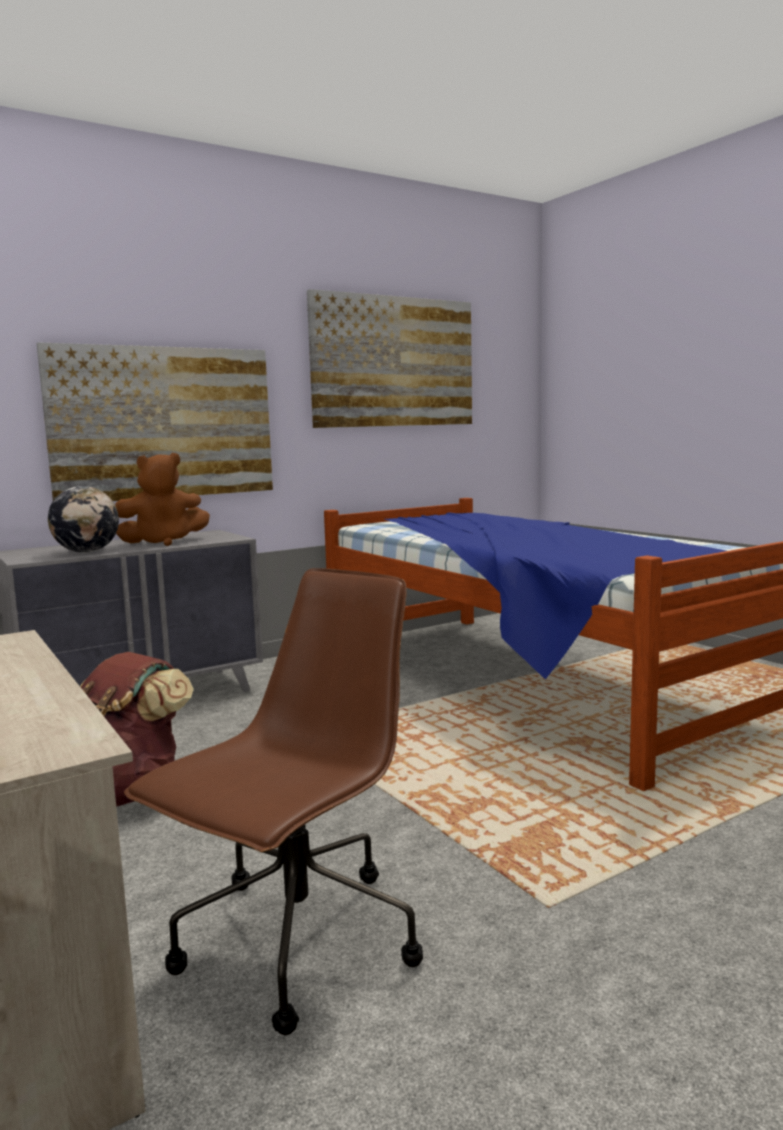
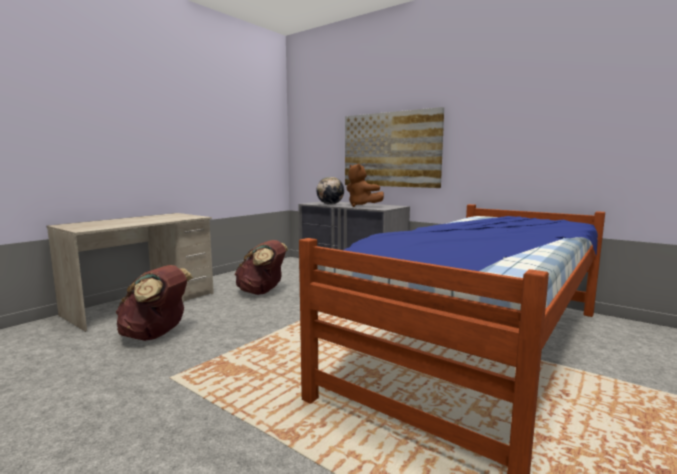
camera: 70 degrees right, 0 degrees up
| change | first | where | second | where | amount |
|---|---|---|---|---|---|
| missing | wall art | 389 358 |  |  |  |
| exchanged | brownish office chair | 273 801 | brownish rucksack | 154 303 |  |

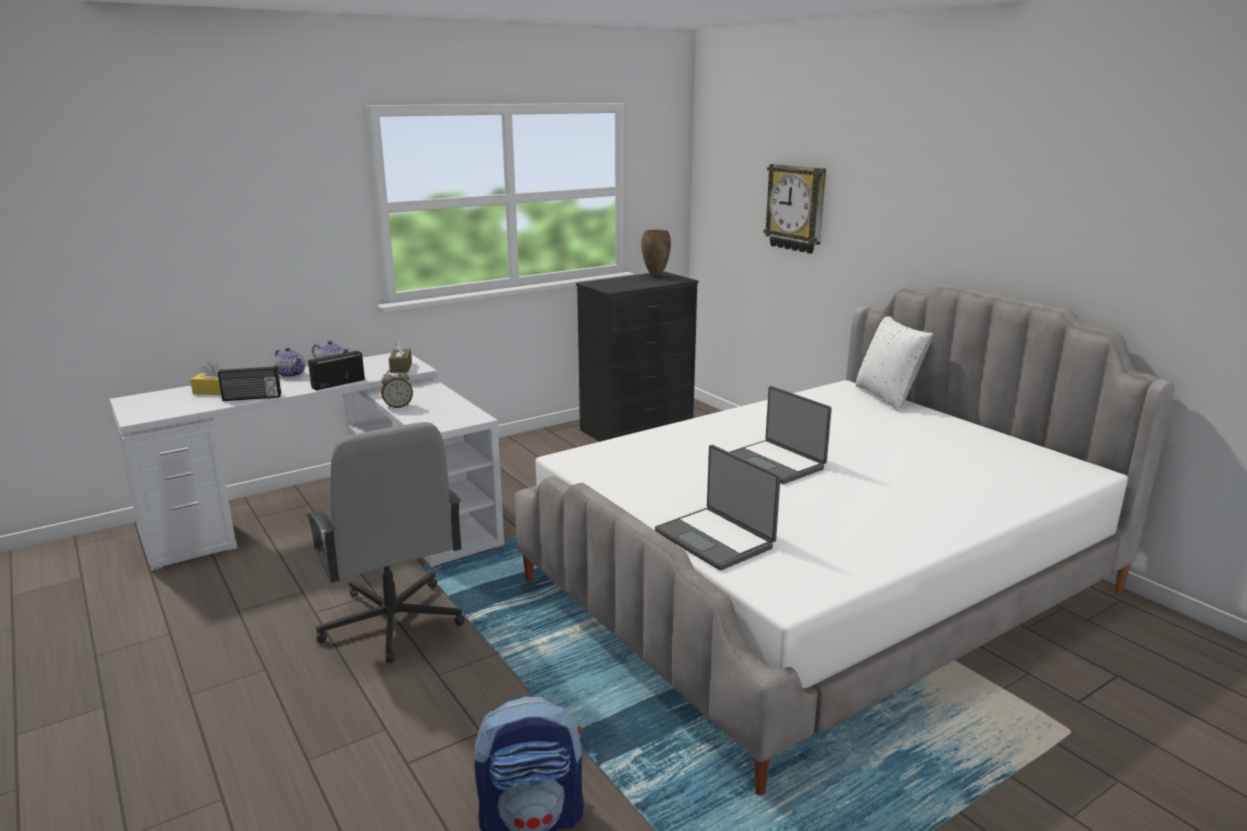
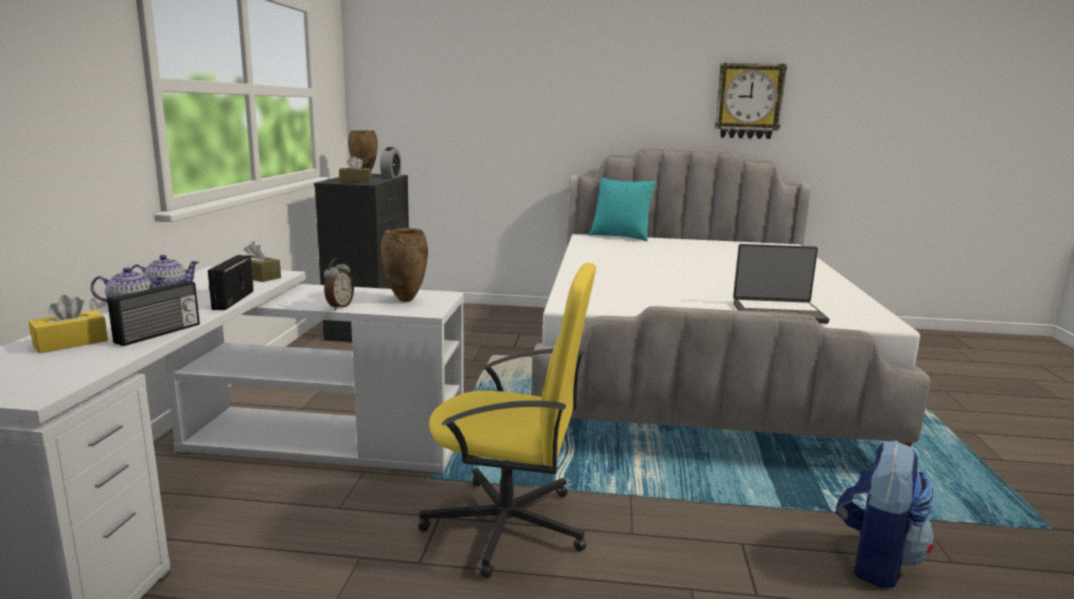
camera: 50 degrees left, 5 degrees down
| change | first | where | second | where | amount |
|---|---|---|---|---|---|
| relocated | hanging clock | 794 209 |  | 751 101 |  |
| colour | whitish cushion | 894 364 | turquoise cushion | 623 209 |  |
| missing | notebook computer | 781 435 |  |  |  |
| colour | grey office chair | 385 542 | yellow-coloured office chair | 507 421 |  |
| appeared |  |  | bedside clock | 390 162 |  |
| appeared |  |  | brownish box of tissues | 355 169 |  |
| appeared |  |  | brownish vase | 404 265 |  |

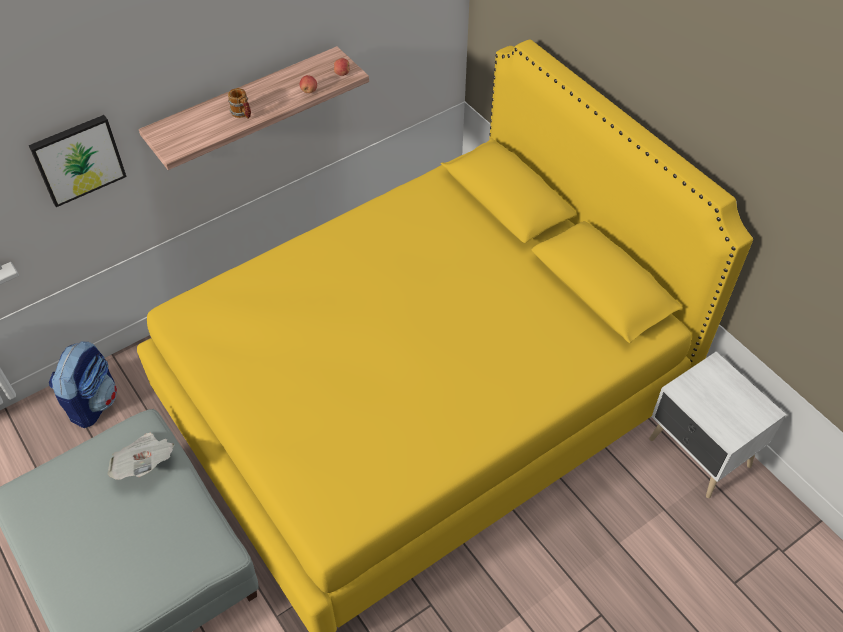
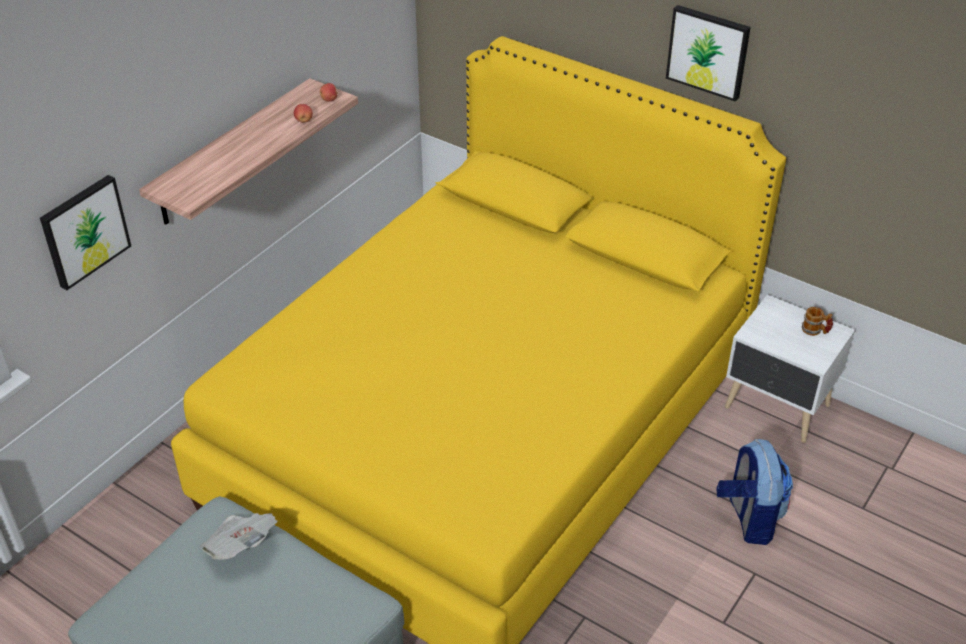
camera: 20 degrees left, 10 degrees down
| change | first | where | second | where | amount |
|---|---|---|---|---|---|
| relocated | mug | 239 103 |  | 817 321 |  |
| relocated | rucksack | 83 384 |  | 754 492 |  |
| appeared |  |  | wall art | 708 53 |  |

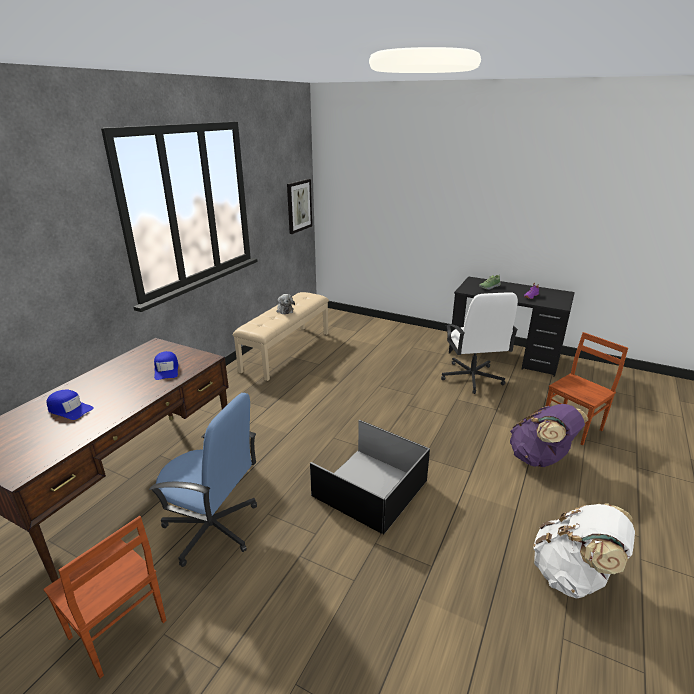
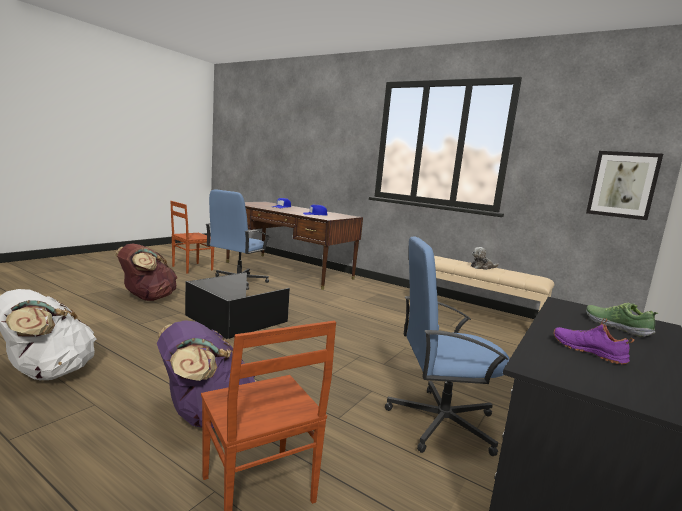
camera: 95 degrees right, 15 degrees down
| change | first | where | second | where | amount |
|---|---|---|---|---|---|
| colour | whitish office chair | 479 343 | bluish office chair | 447 346 |  |
| appeared |  |  | brownish rucksack | 146 272 |  |

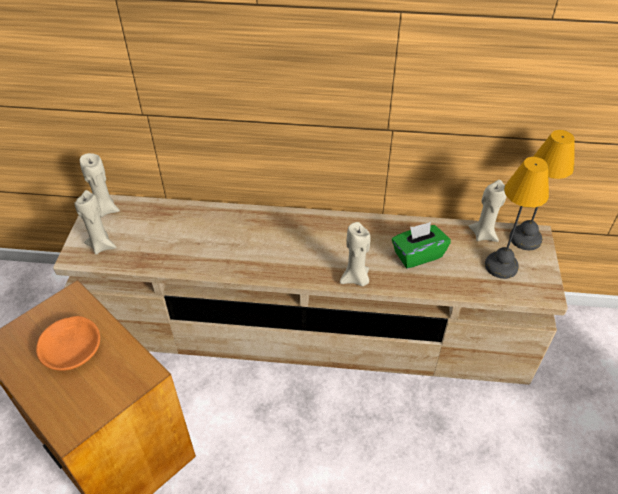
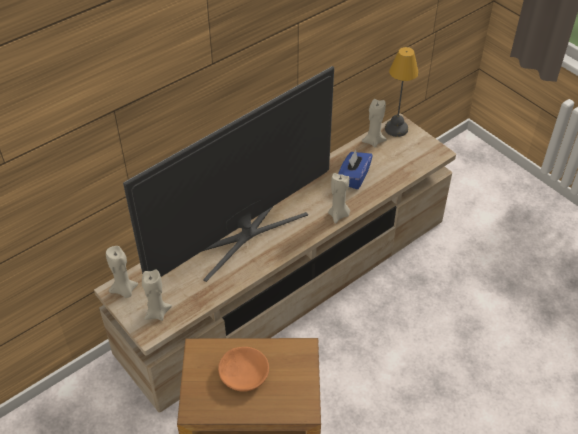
camera: 45 degrees left, 0 degrees up
| change | first | where | second | where | amount |
|---|---|---|---|---|---|
| missing | lamp for a table | 517 218 |  |  |  |
| colour | green-coloured box of tissues | 421 245 | bluish box of tissues | 355 169 |  |
| appeared |  |  | TV | 228 174 |  |

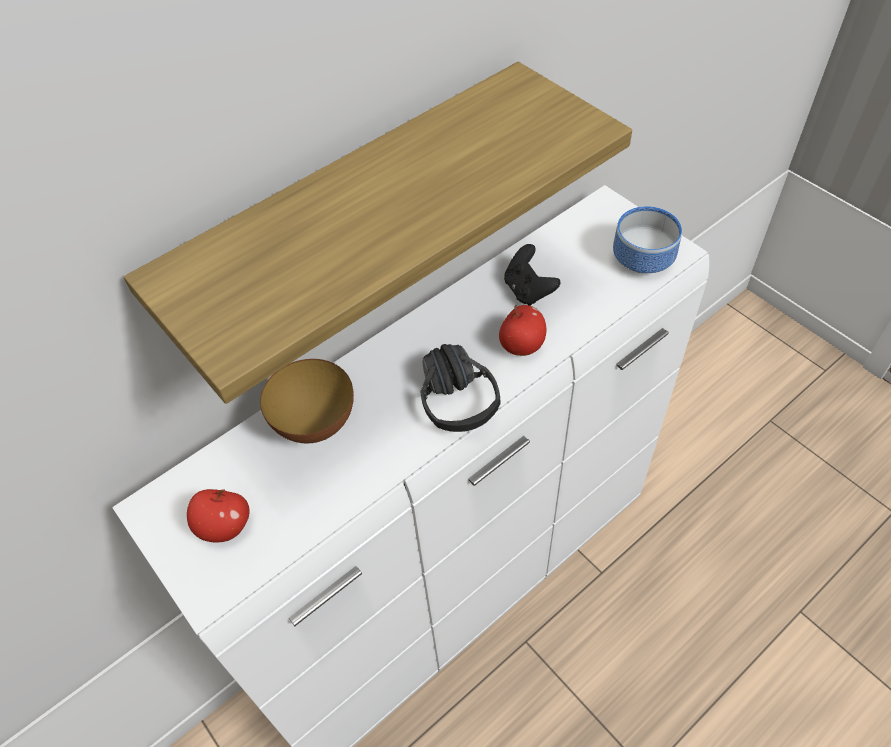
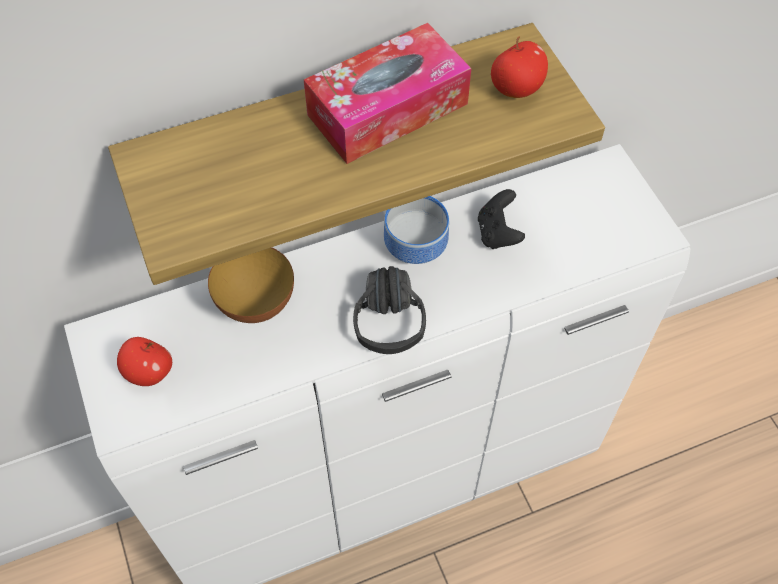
camera: 15 degrees right, 5 degrees up
| change | first | where | second | where | amount |
|---|---|---|---|---|---|
| relocated | serving bowl | 647 239 |  | 416 230 |  |
| relocated | apple | 522 330 |  | 519 67 |  |
| appeared |  |  | box of tissues | 387 93 |  |

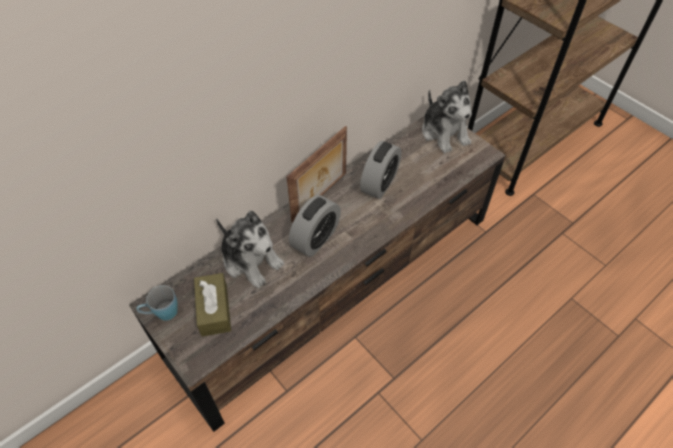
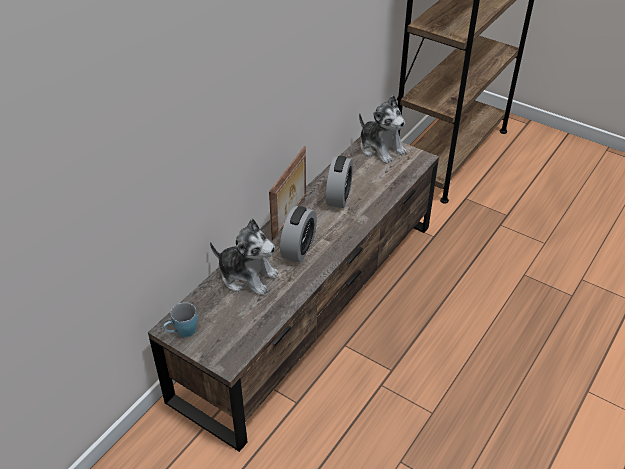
camera: 15 degrees left, 10 degrees down
| change | first | where | second | where | amount |
|---|---|---|---|---|---|
| missing | brownish box of tissues | 212 305 |  |  |  |

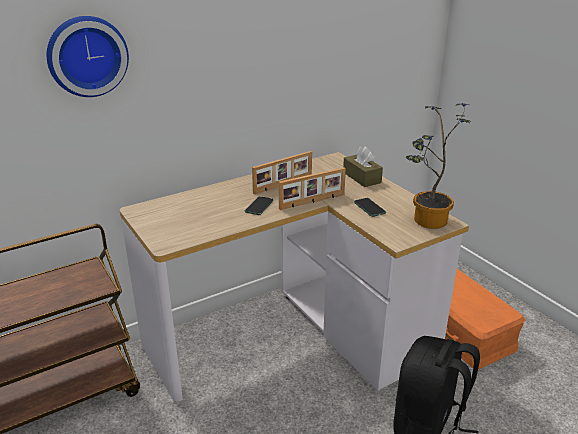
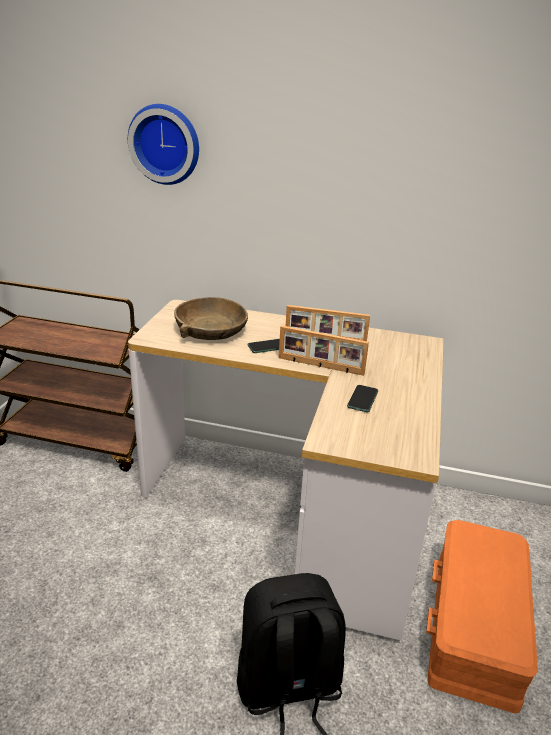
camera: 45 degrees right, 0 degrees up
| change | first | where | second | where | amount |
|---|---|---|---|---|---|
| missing | plant in a pot | 438 166 |  |  |  |
| missing | brownish box of tissues | 363 167 |  |  |  |
| appeared |  |  | brownish serving bowl | 211 318 |  |

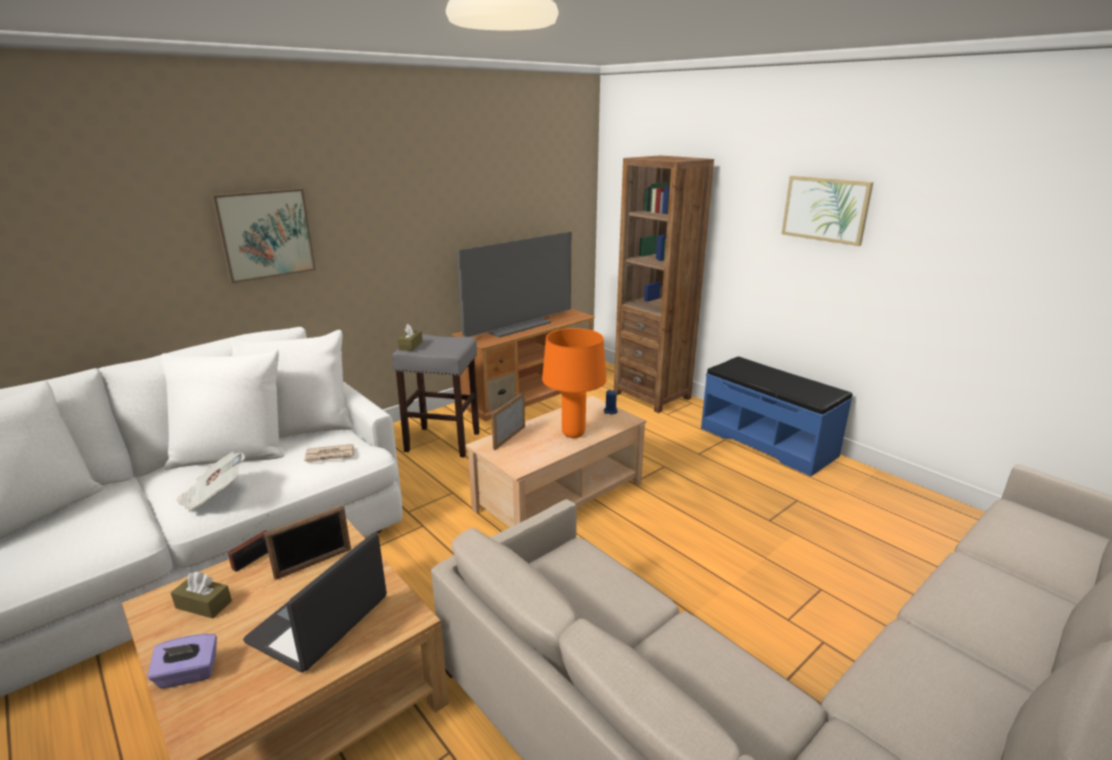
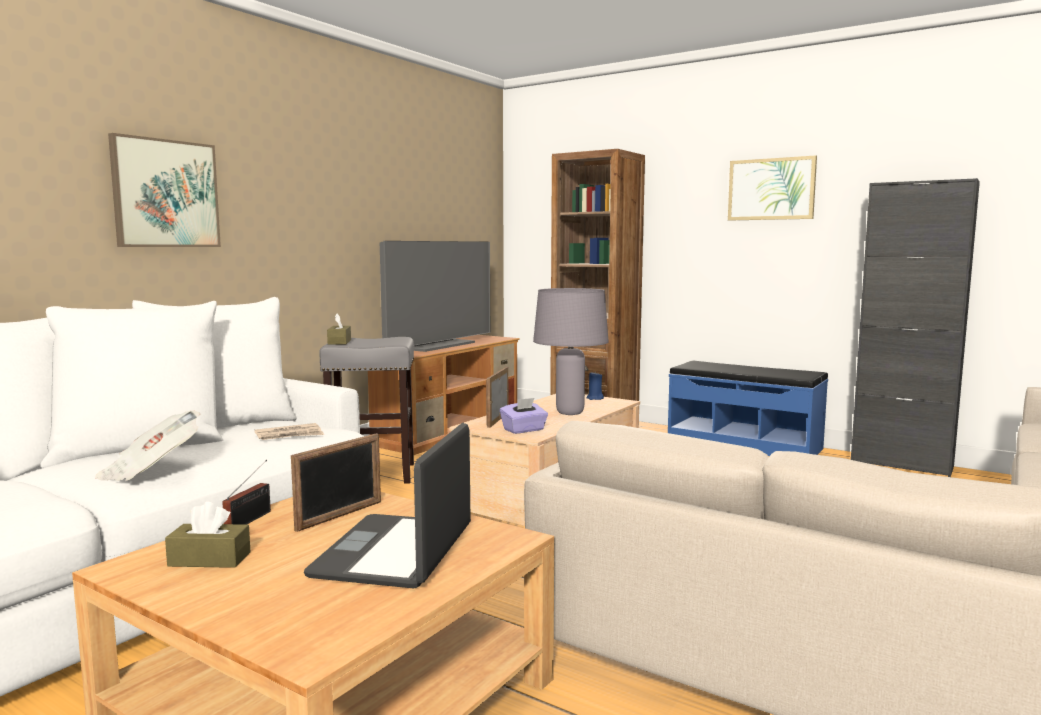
camera: 15 degrees left, 15 degrees down
| change | first | where | second | where | amount |
|---|---|---|---|---|---|
| colour | orange-coloured lamp for a table | 574 383 | grey lamp for a table | 571 351 |  |
| relocated | purple box of tissues | 182 661 |  | 524 416 |  |
| appeared |  |  | blackish storage cabinet | 915 327 |  |

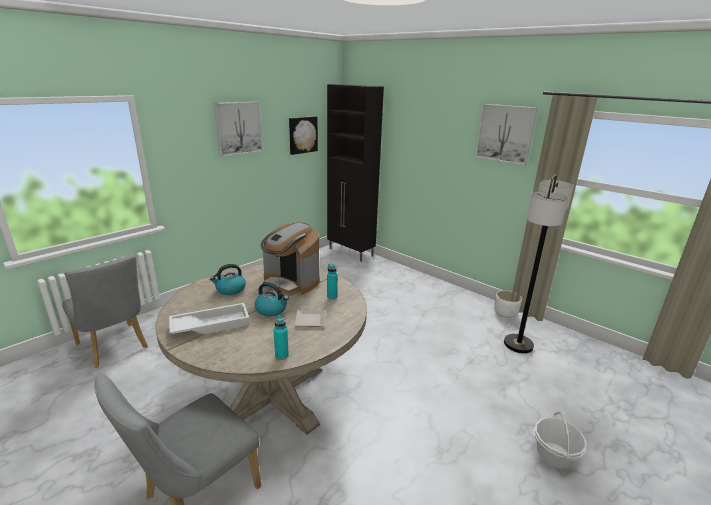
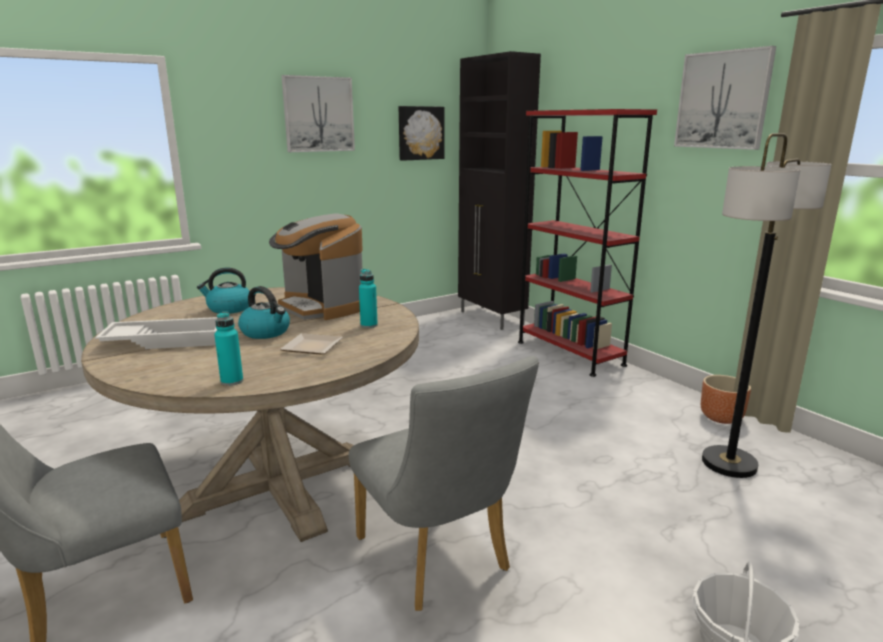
camera: 15 degrees right, 5 degrees down
| change | first | where | second | where | amount |
|---|---|---|---|---|---|
| relocated | grey plain chair | 105 311 |  | 444 483 |  |
| colour | whitish plant pot | 508 304 | brownish plant pot | 726 399 |  |
| appeared |  |  | red-coloured bookshelf | 587 243 |  |

